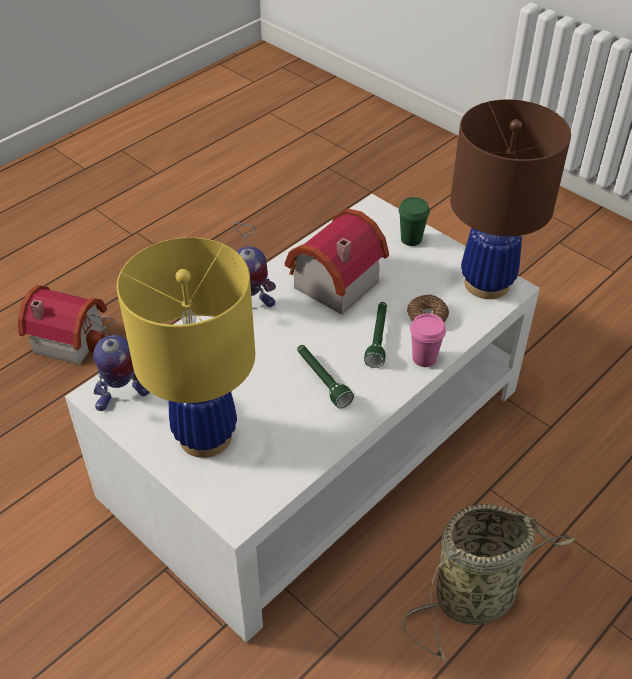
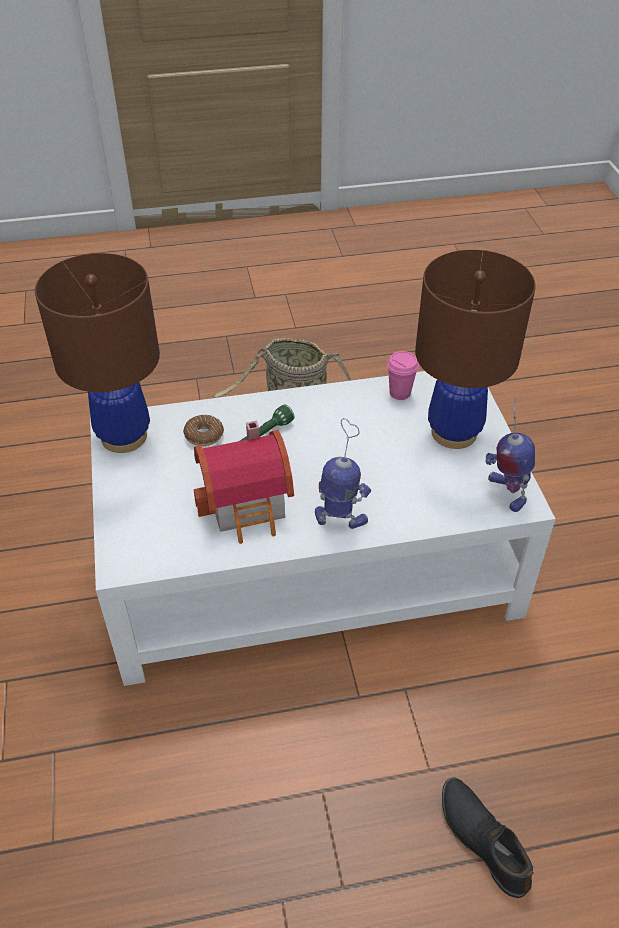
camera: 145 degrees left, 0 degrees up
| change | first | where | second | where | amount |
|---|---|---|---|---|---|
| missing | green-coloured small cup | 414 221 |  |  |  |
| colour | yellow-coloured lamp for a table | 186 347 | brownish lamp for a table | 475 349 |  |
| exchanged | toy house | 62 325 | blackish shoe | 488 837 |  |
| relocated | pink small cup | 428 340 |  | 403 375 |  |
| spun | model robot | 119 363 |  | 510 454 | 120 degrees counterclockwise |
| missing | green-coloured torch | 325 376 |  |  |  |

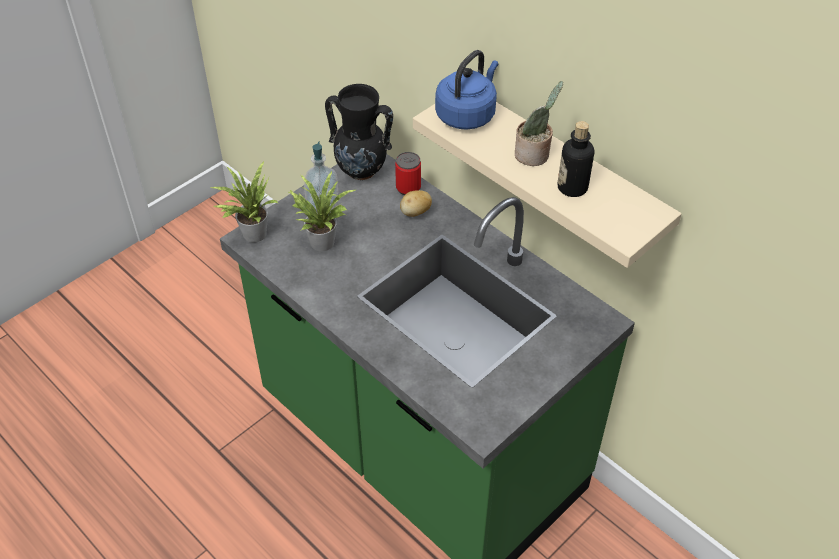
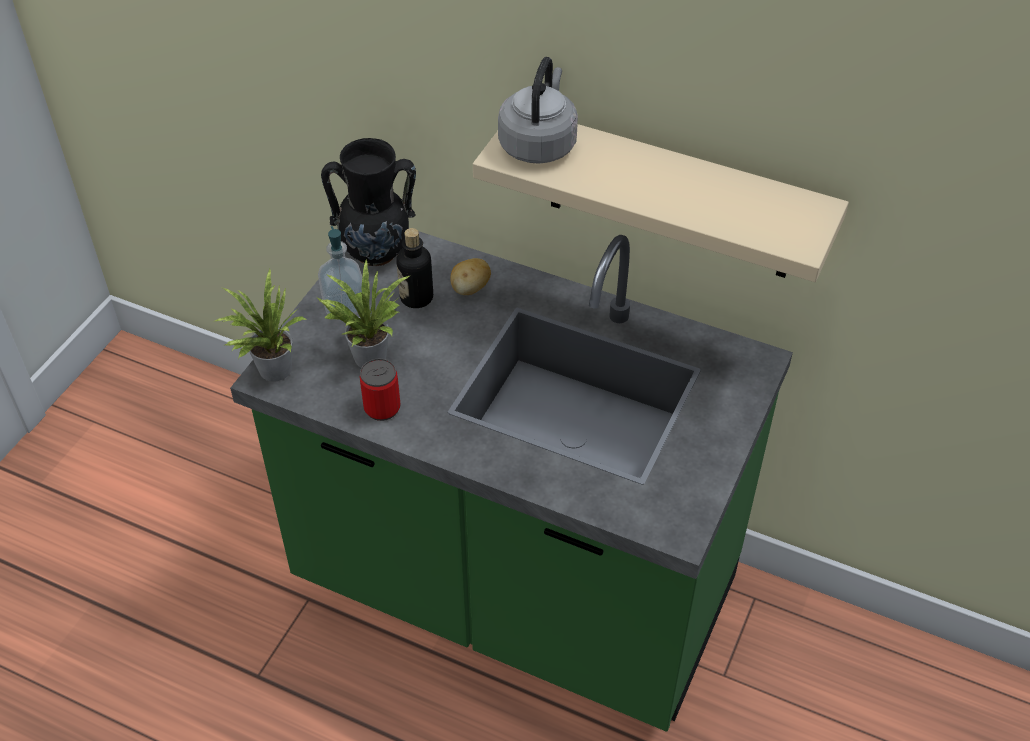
camera: 20 degrees left, 0 degrees up
| change | first | where | second | where | amount |
|---|---|---|---|---|---|
| colour | bluish water kettle | 466 90 | grey water kettle | 538 110 |  |
| missing | plant in a pot | 539 123 |  |  |  |
| relocated | bottle | 576 159 |  | 414 268 |  |
| relocated | sealed can | 408 173 |  | 380 389 |  |

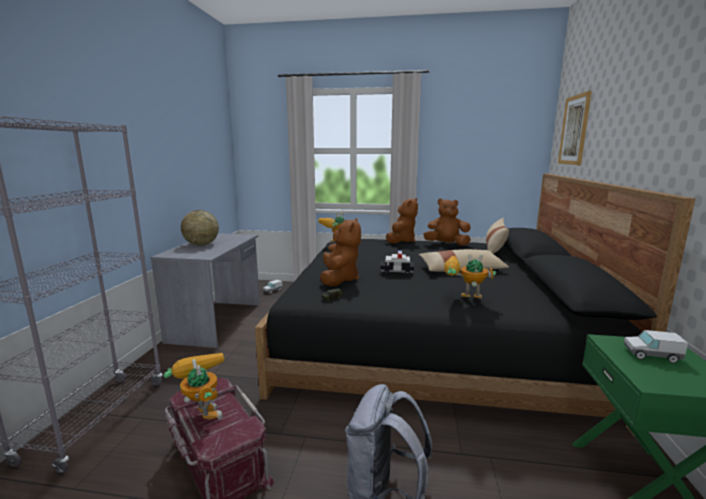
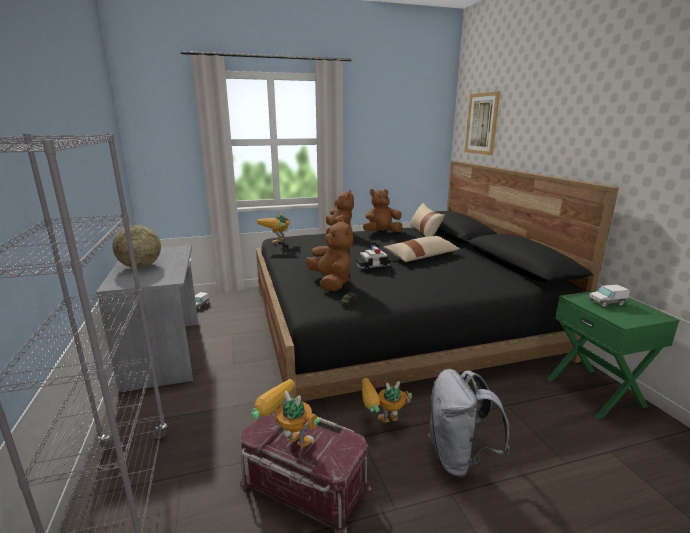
camera: 25 degrees left, 5 degrees up
| change | first | where | second | where | amount |
|---|---|---|---|---|---|
| relocated | model robot | 470 276 |  | 387 400 |  |

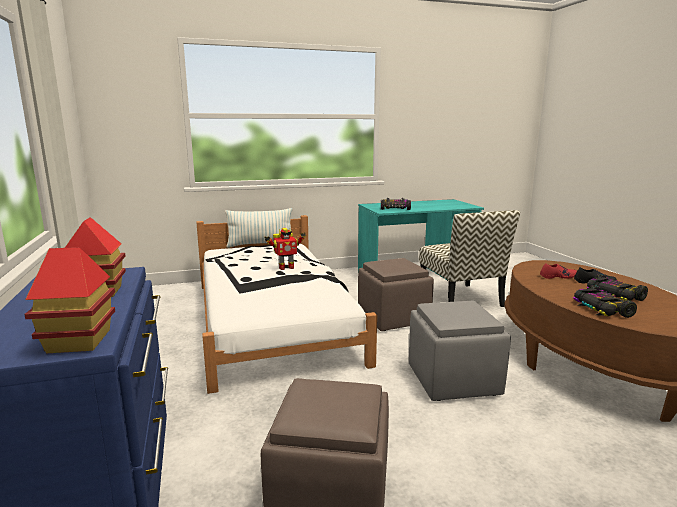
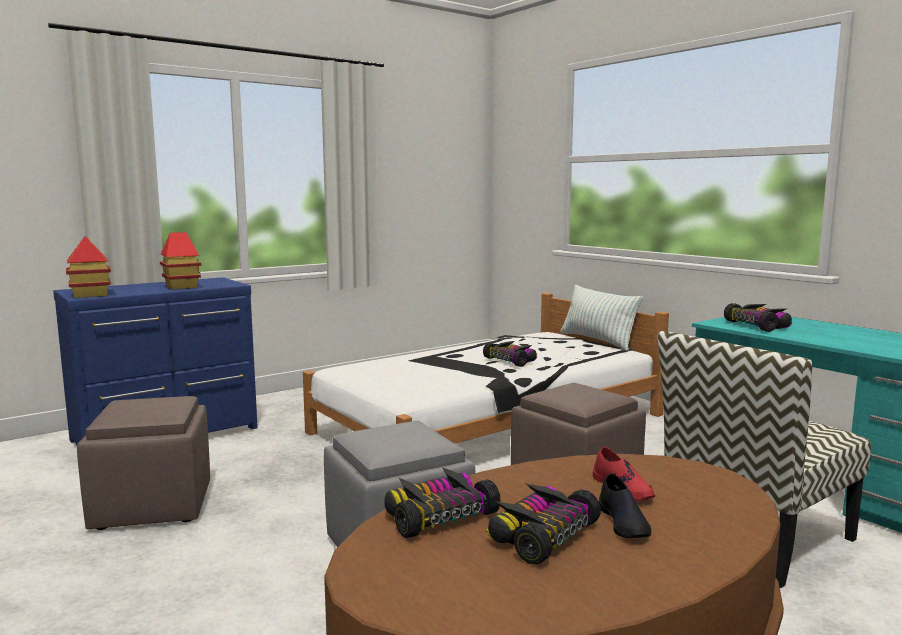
camera: 70 degrees right, 5 degrees down
| change | first | where | second | where | amount |
|---|---|---|---|---|---|
| exchanged | model robot | 285 249 | toy car | 510 354 |  |

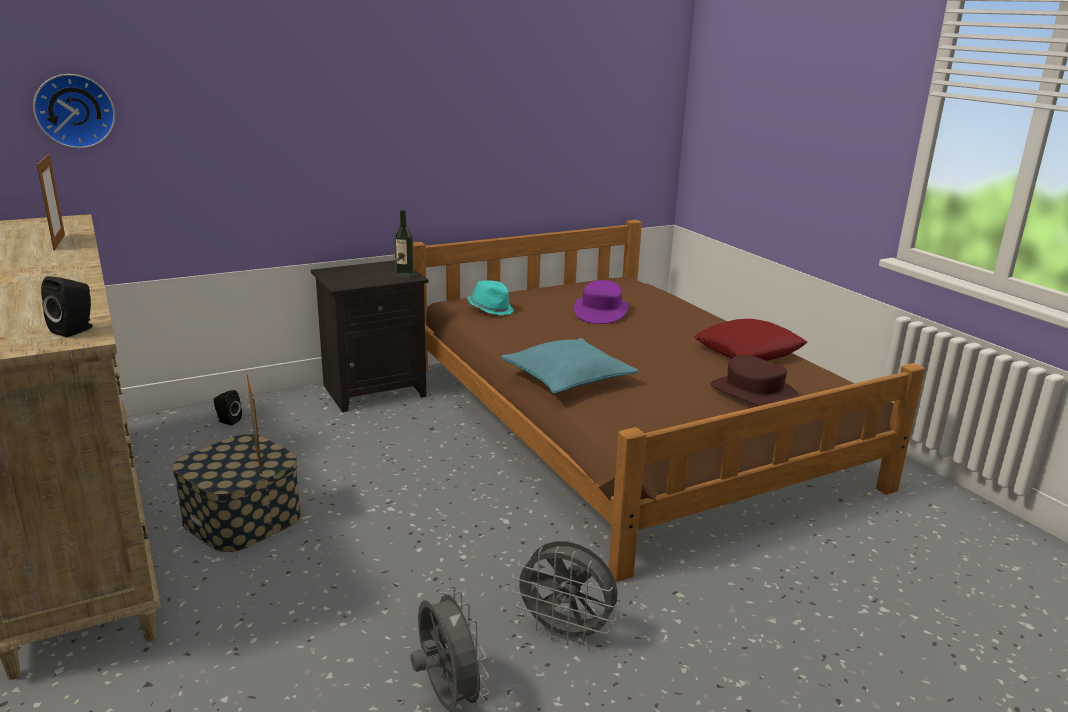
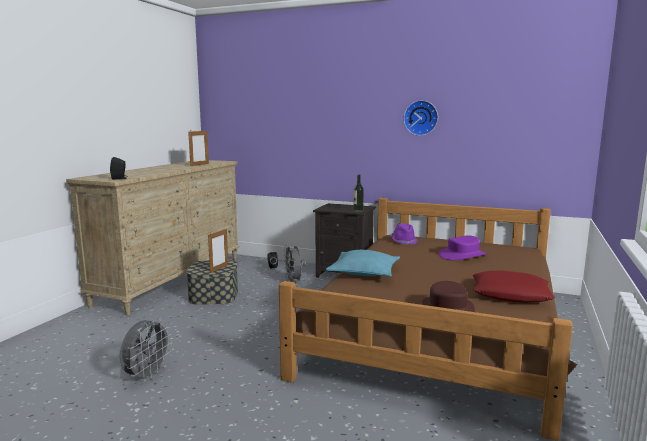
camera: 50 degrees right, 10 degrees down
| change | first | where | second | where | amount |
|---|---|---|---|---|---|
| relocated | hanging clock | 74 111 |  | 421 118 |  |
| colour | turquoise wearable hat | 490 298 | purple wearable hat | 404 234 |  |
| relocated | grey cooling fan | 565 593 |  | 294 263 |  |

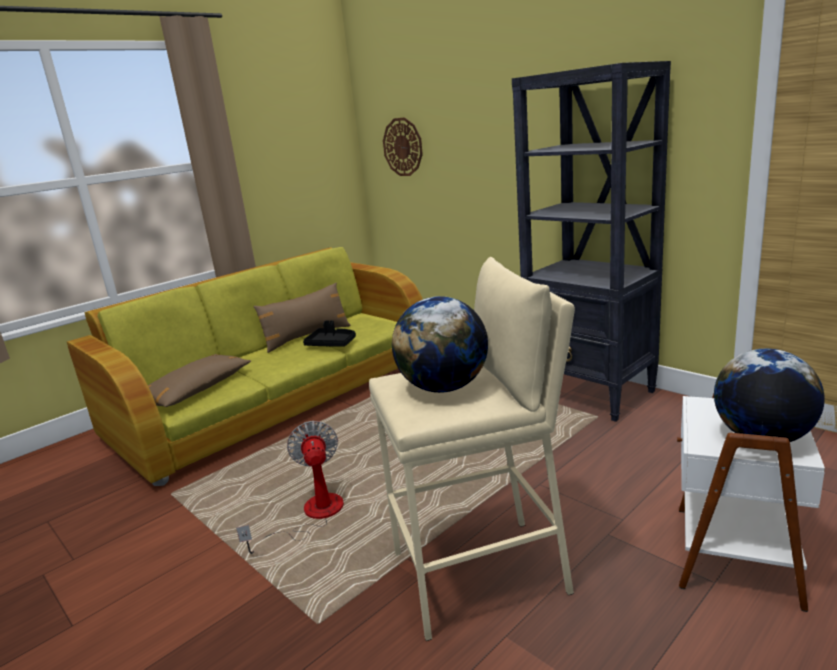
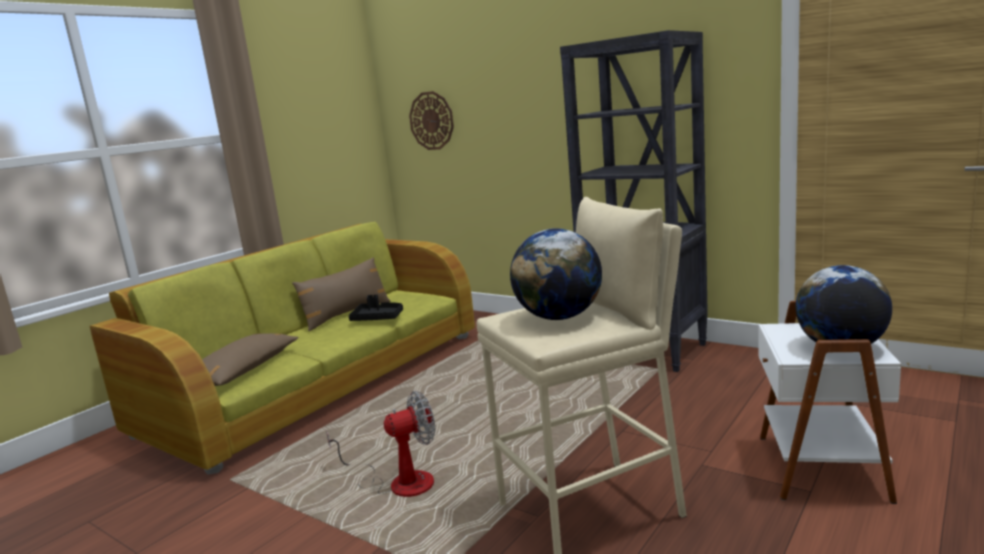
camera: 10 degrees left, 5 degrees down
| change | first | where | second | where | amount |
|---|---|---|---|---|---|
| spun | cooling fan | 290 487 |  | 380 444 | 90 degrees clockwise |

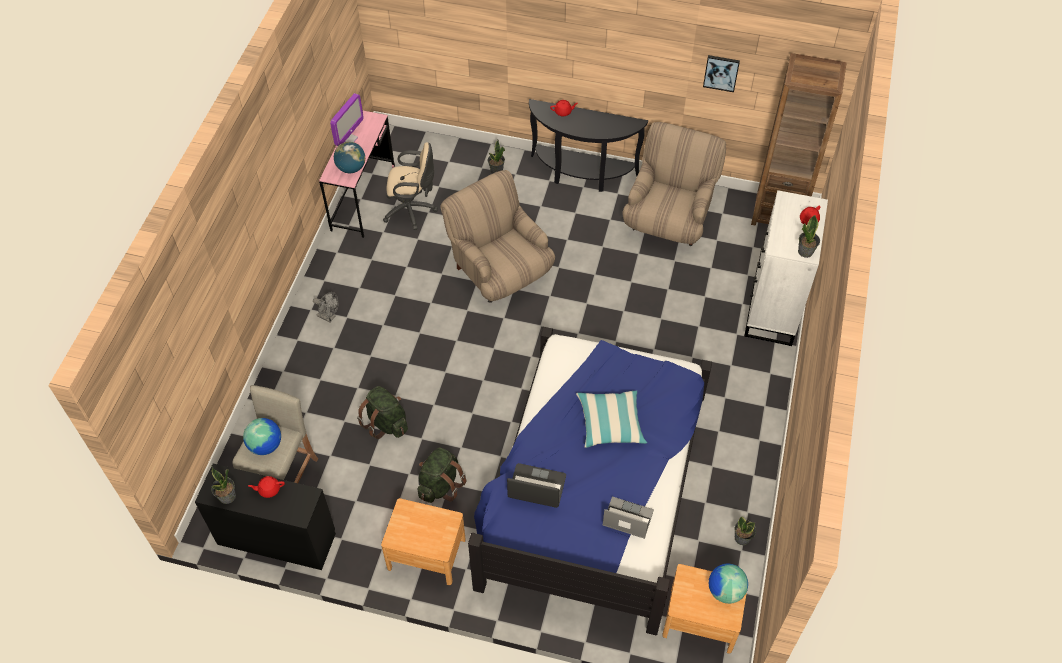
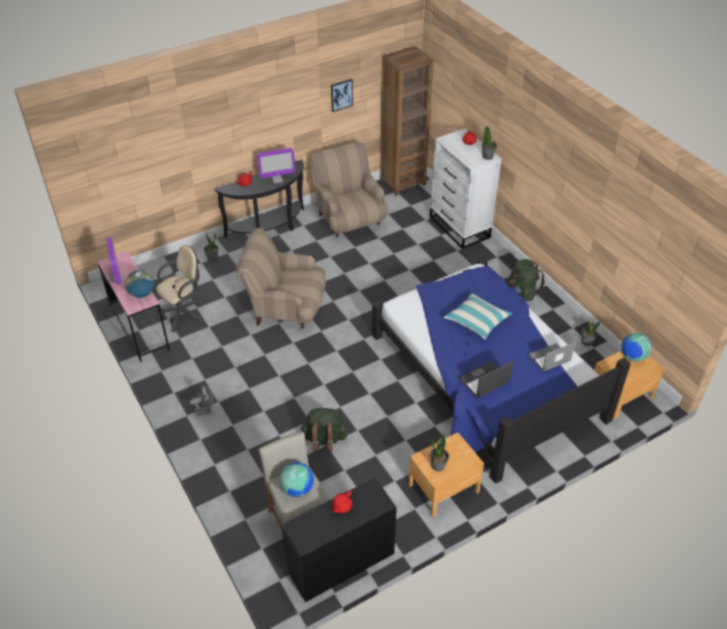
camera: 45 degrees left, 10 degrees down
| change | first | where | second | where | amount |
|---|---|---|---|---|---|
| relocated | green-coloured rucksack | 442 475 |  | 527 280 |  |
| relocated | plant in a pot | 223 485 |  | 439 452 |  |
| appeared |  |  | computer screen | 276 166 |  |

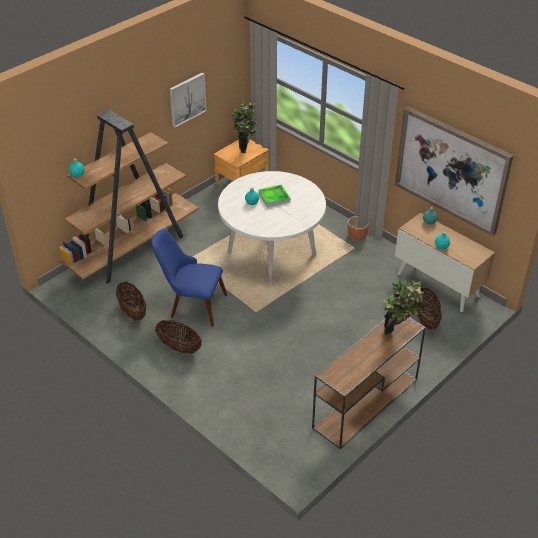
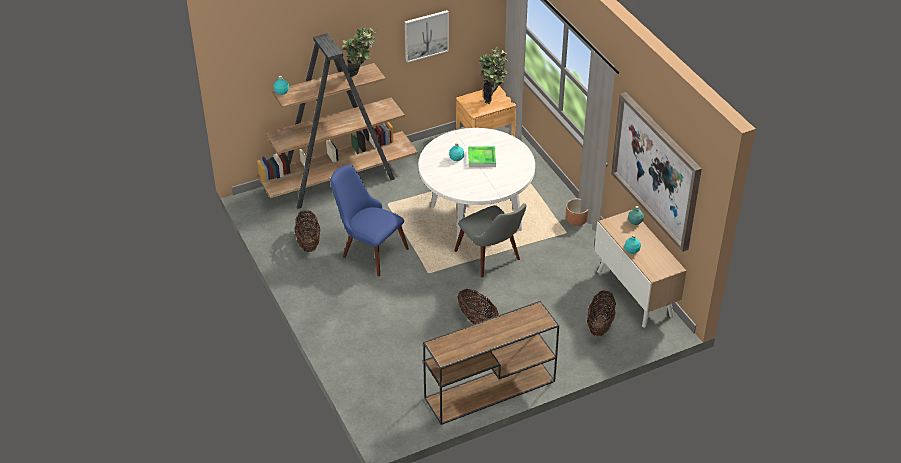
camera: 20 degrees right, 0 degrees up
| change | first | where | second | where | amount |
|---|---|---|---|---|---|
| relocated | plant in a pot | 403 306 |  | 360 52 |  |
| relocated | basket | 178 337 |  | 478 306 |  |
| appeared |  |  | grey plain chair | 490 240 |  |

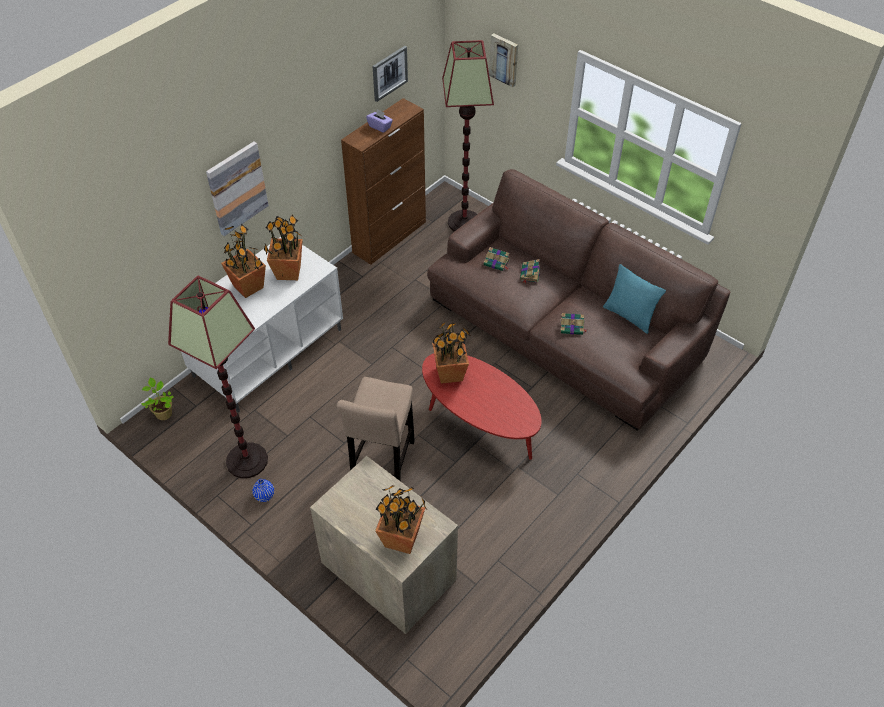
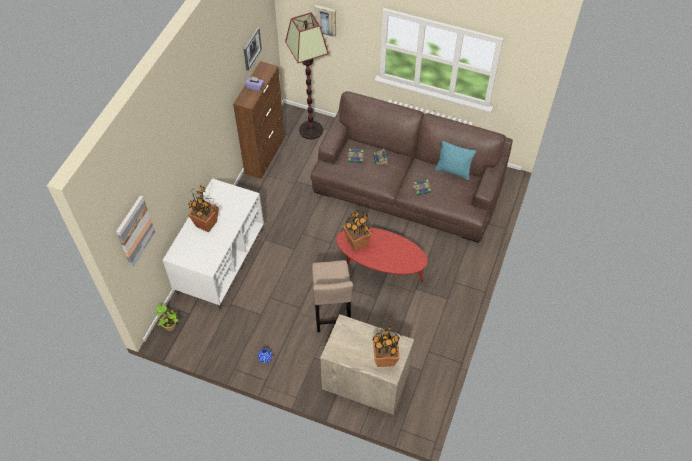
camera: 20 degrees left, 5 degrees up
| change | first | where | second | where | amount |
|---|---|---|---|---|---|
| relocated | wall art | 237 188 |  | 135 231 |  |
| missing | plant in a pot | 283 247 |  |  |  |
| missing | floor lamp | 218 377 |  |  |  |

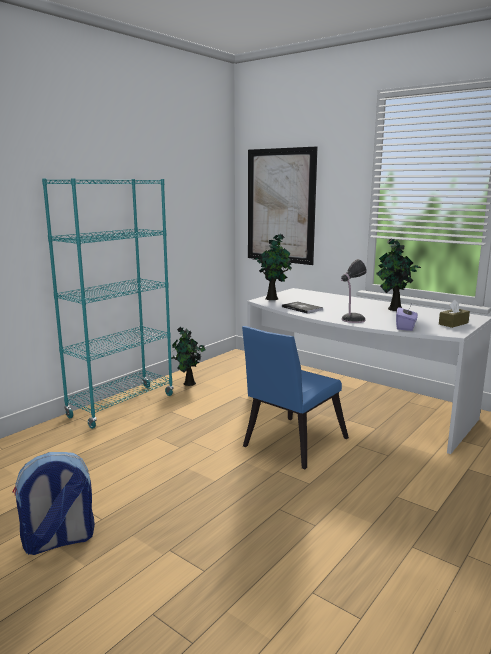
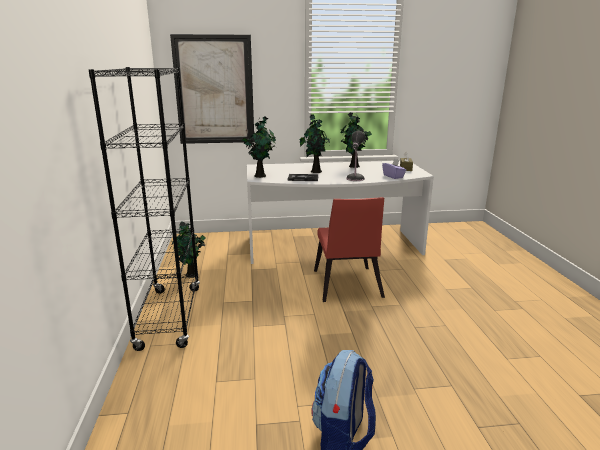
camera: 45 degrees left, 5 degrees up
| change | first | where | second | where | amount |
|---|---|---|---|---|---|
| colour | turquoise bookshelf | 107 303 | blackish bookshelf | 144 209 |  |
| colour | bluish plain chair | 295 397 | red-coloured plain chair | 349 249 |  |
| appeared |  |  | plant in a pot | 315 143 |  |

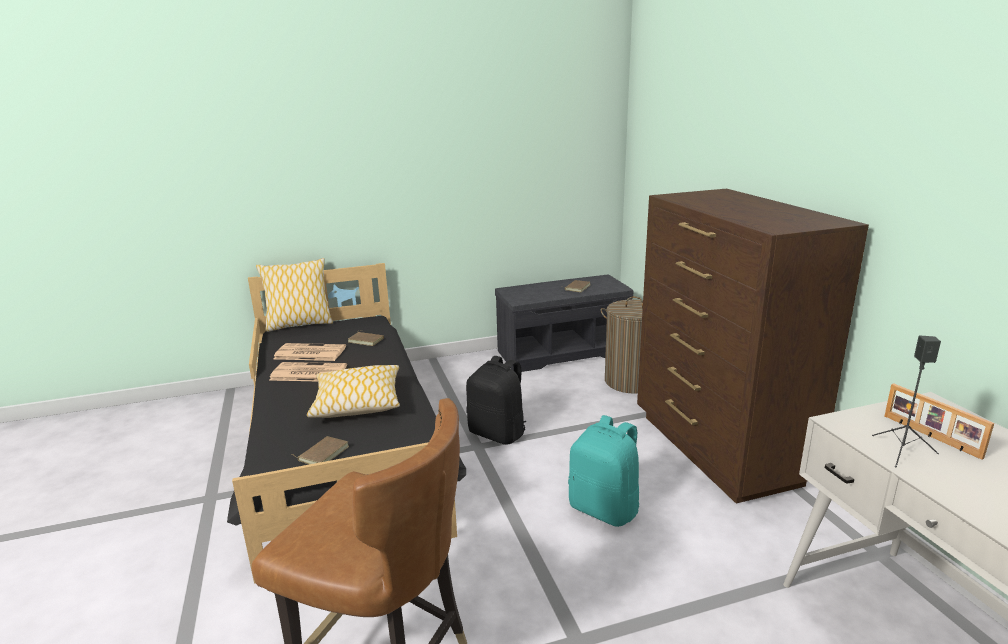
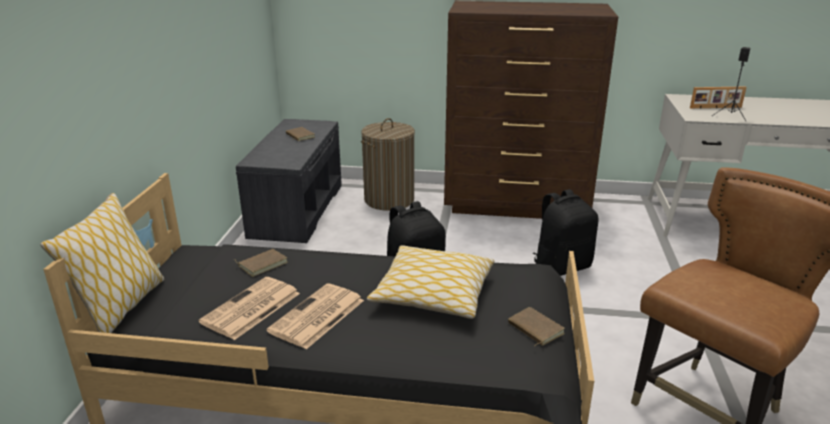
camera: 65 degrees left, 5 degrees up
| change | first | where | second | where | amount |
|---|---|---|---|---|---|
| colour | turquoise rucksack | 603 471 | blackish rucksack | 565 232 |  |

